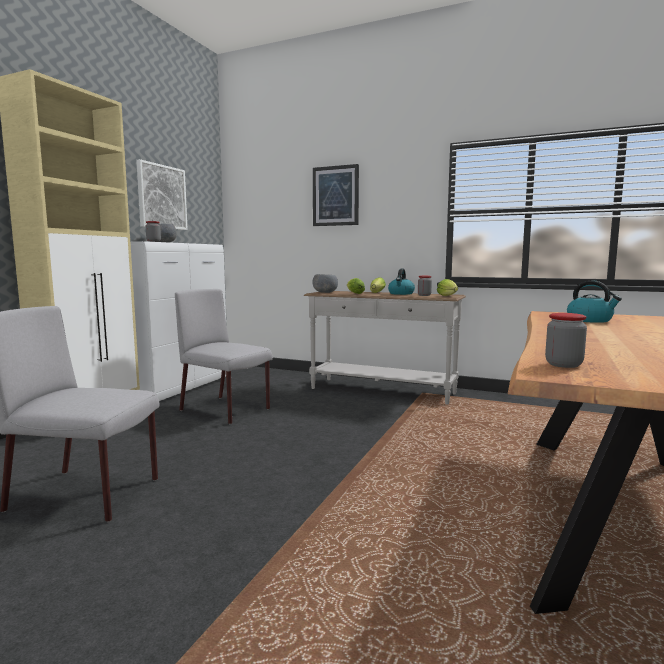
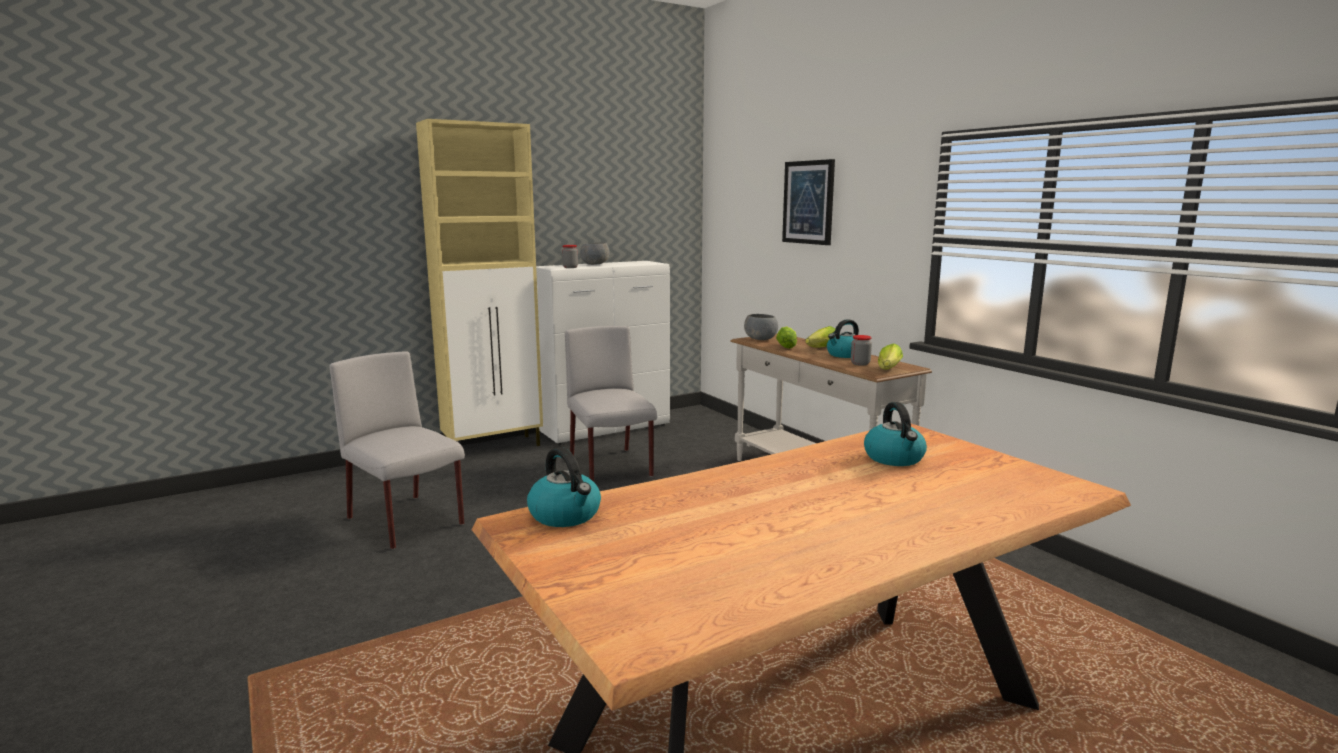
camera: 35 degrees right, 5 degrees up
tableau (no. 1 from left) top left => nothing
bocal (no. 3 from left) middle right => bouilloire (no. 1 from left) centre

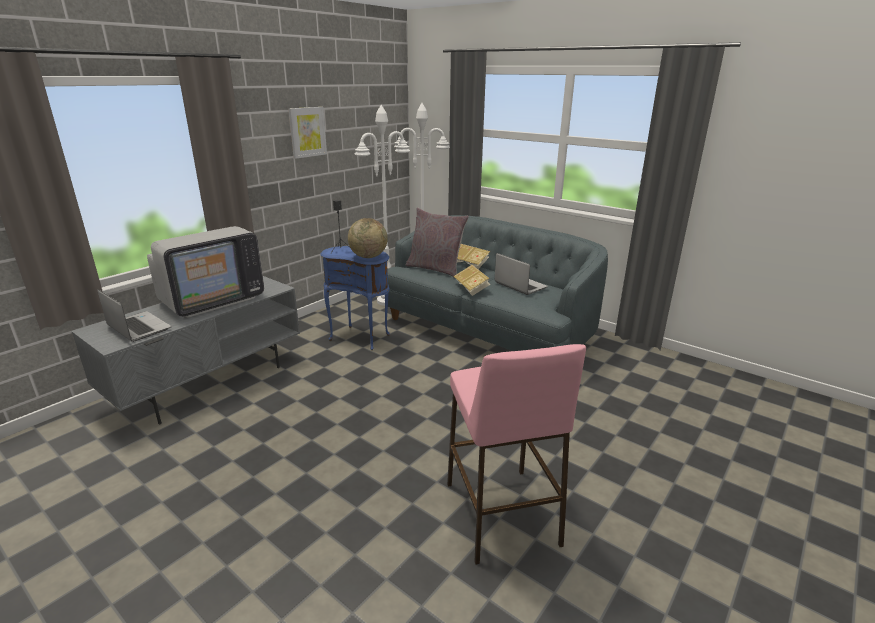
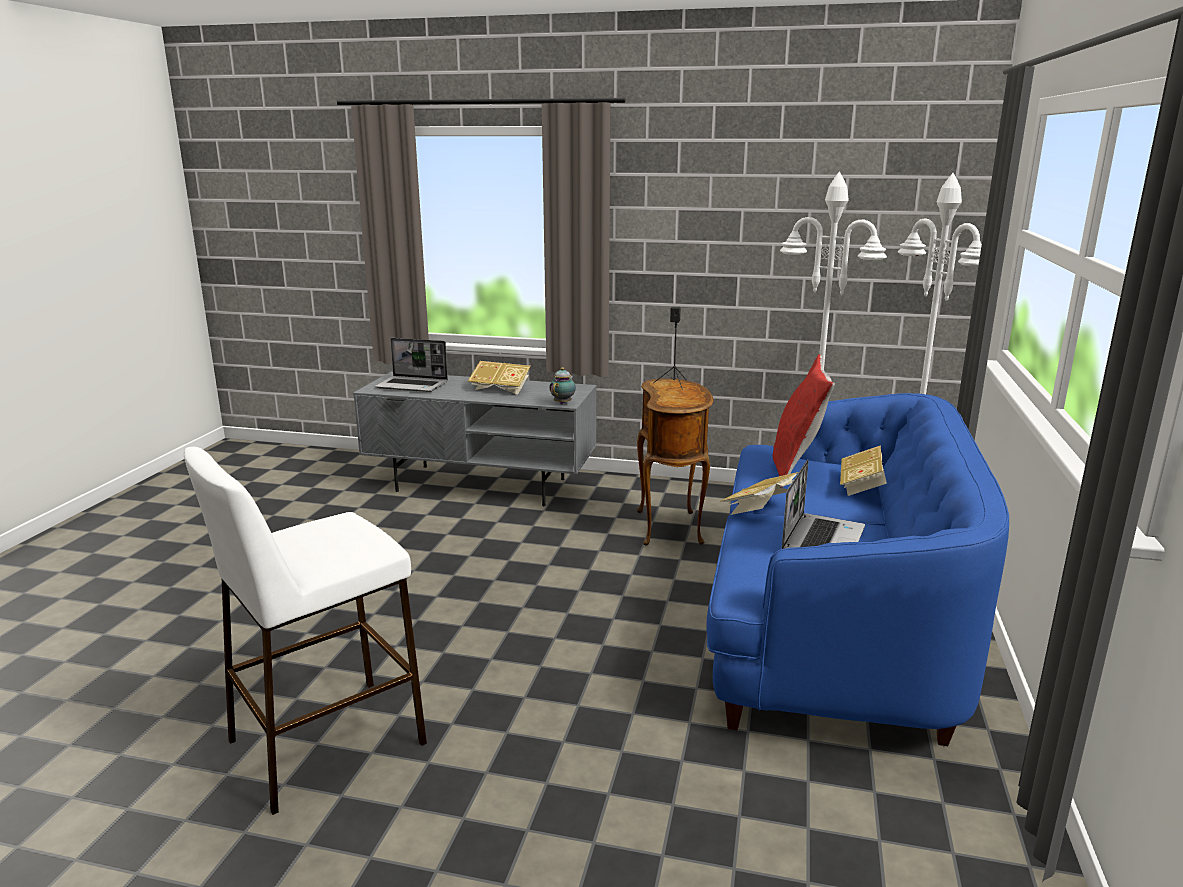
camera: 65 degrees right, 5 degrees down
tableau top centre => nothing
globe centre => nothing
nothing => théière centre
téléviseur middle left => livre (no. 1 from left) centre
table d'appoint/bleu centre => table d'appoint/marron centre
canapé/gris centre => canapé/bleu middle right
coussin/gris centre => coussin/rouge middle right
tabouret/rose bottom centre => tabouret/blanc bottom left
ordinateur portable (no. 1 from left) middle left => ordinateur portable (no. 1 from left) centre, 90 degrees clockwise

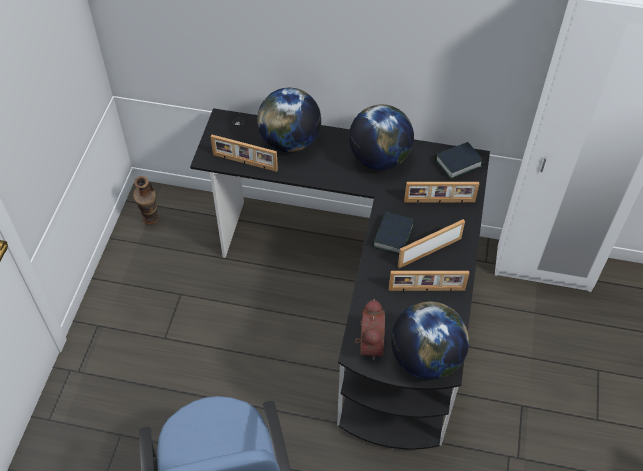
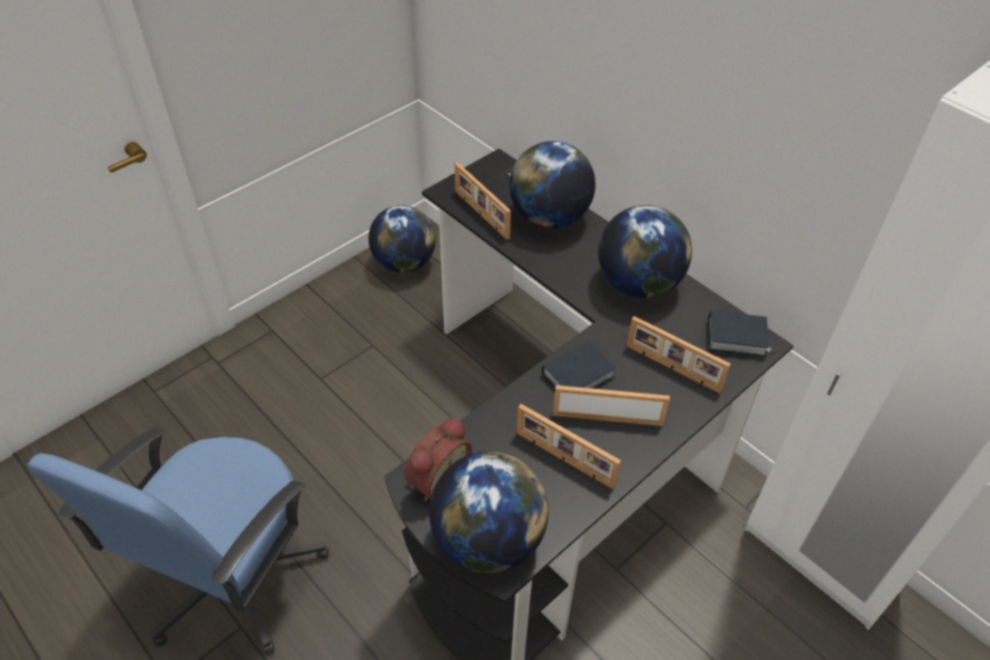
camera: 35 degrees right, 5 degrees down
vase middle left => globe (no. 1 from left) centre

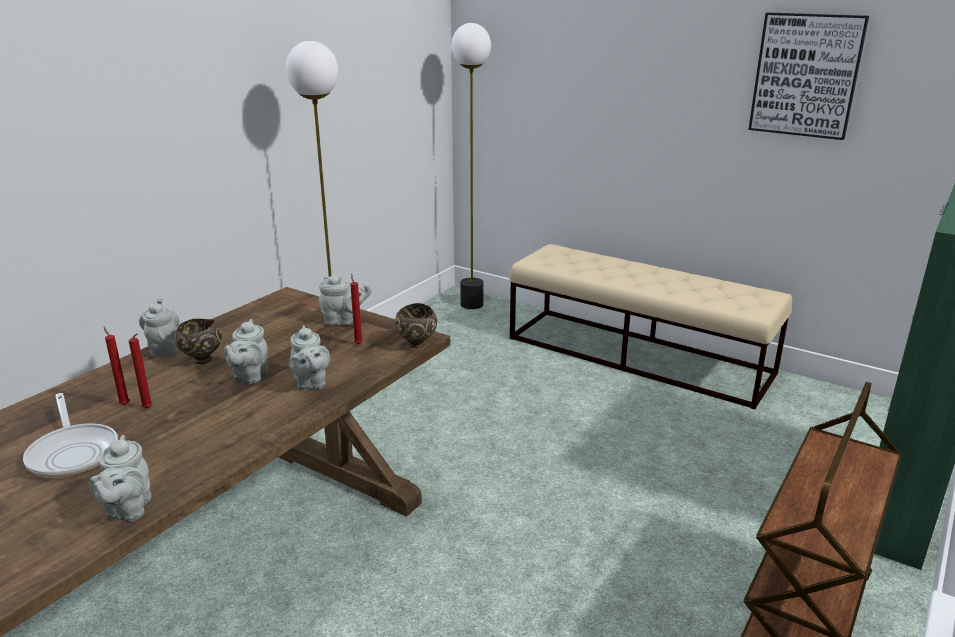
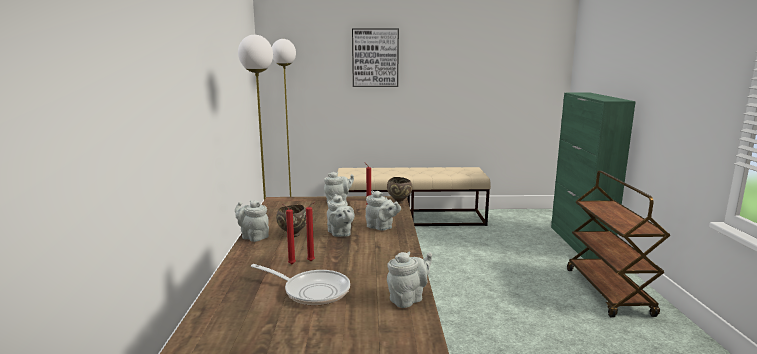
camera: 35 degrees left, 10 degrees down
tableau top right => tableau top centre, shifted
théière/gris (no. 1 from left in the first image) bottom left => théière/gris (no. 5 from left) bottom centre, 90 degrees counterclockwise

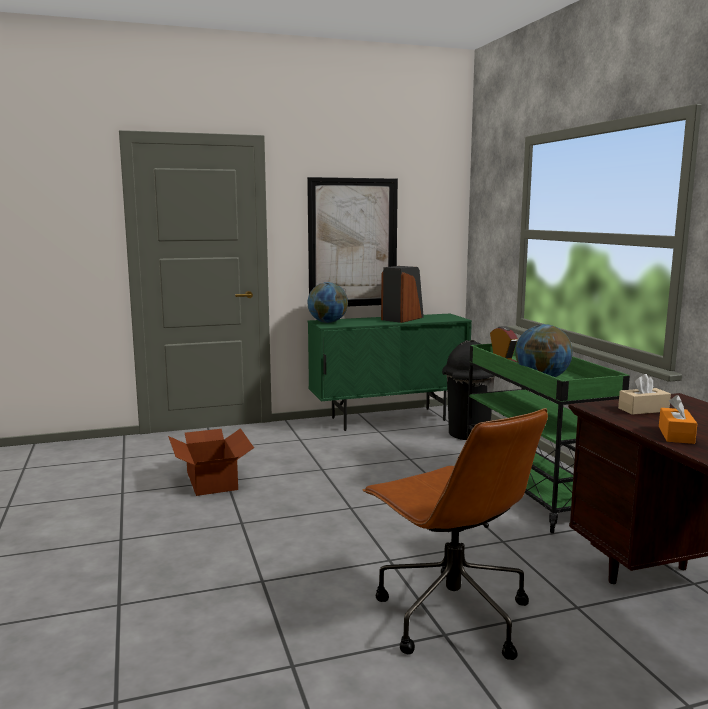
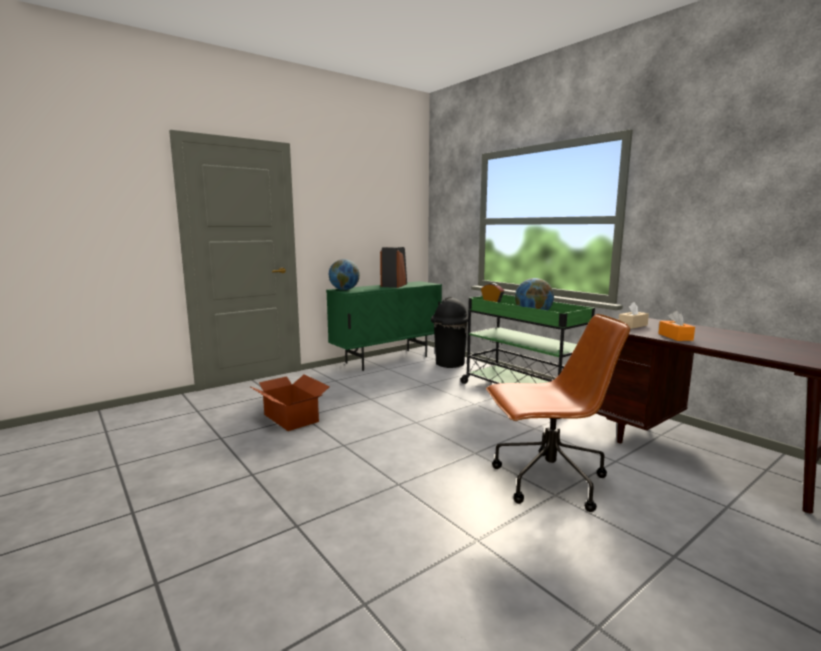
camera: 20 degrees left, 0 degrees up
tableau centre => nothing
chaise de bureau/marron bottom centre => chaise de bureau/marron middle right, 45 degrees counterclockwise

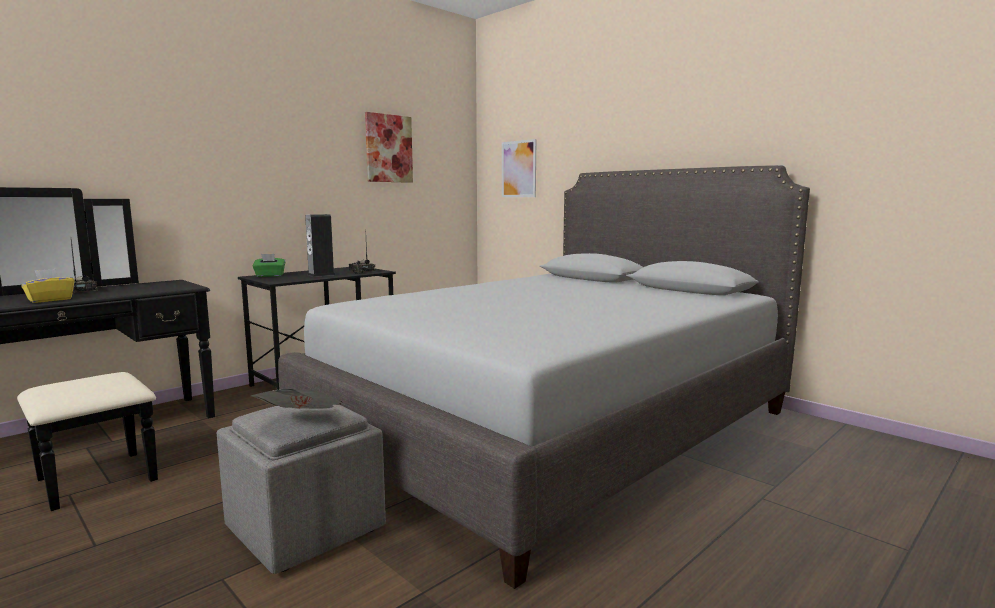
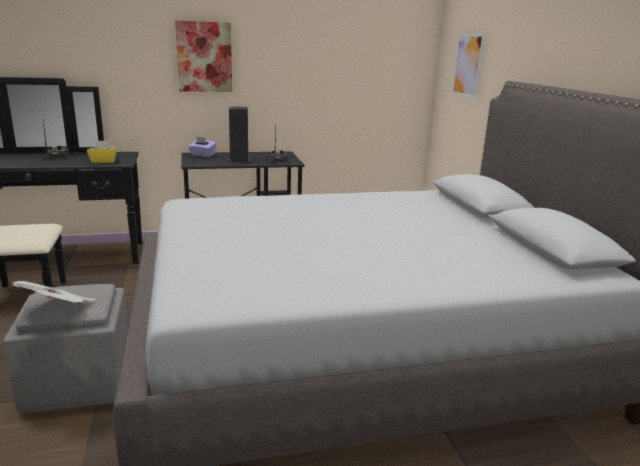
camera: 30 degrees right, 10 degrees up
boîte à mouchoirs/jaune middle left => boîte à mouchoirs/jaune top left, shifted
tableau (no. 1 from left) top centre => tableau (no. 1 from left) top left, shifted
boîte à mouchoirs/vert middle left => boîte à mouchoirs/violet top left

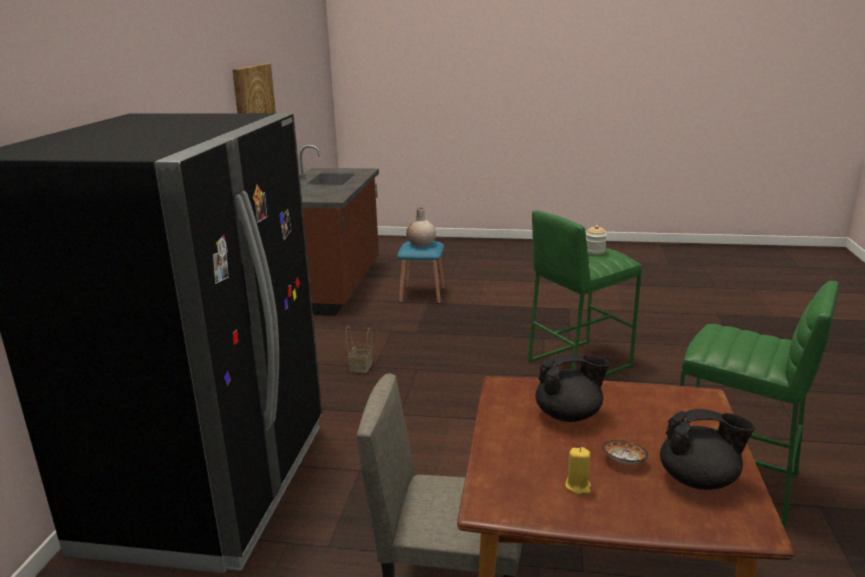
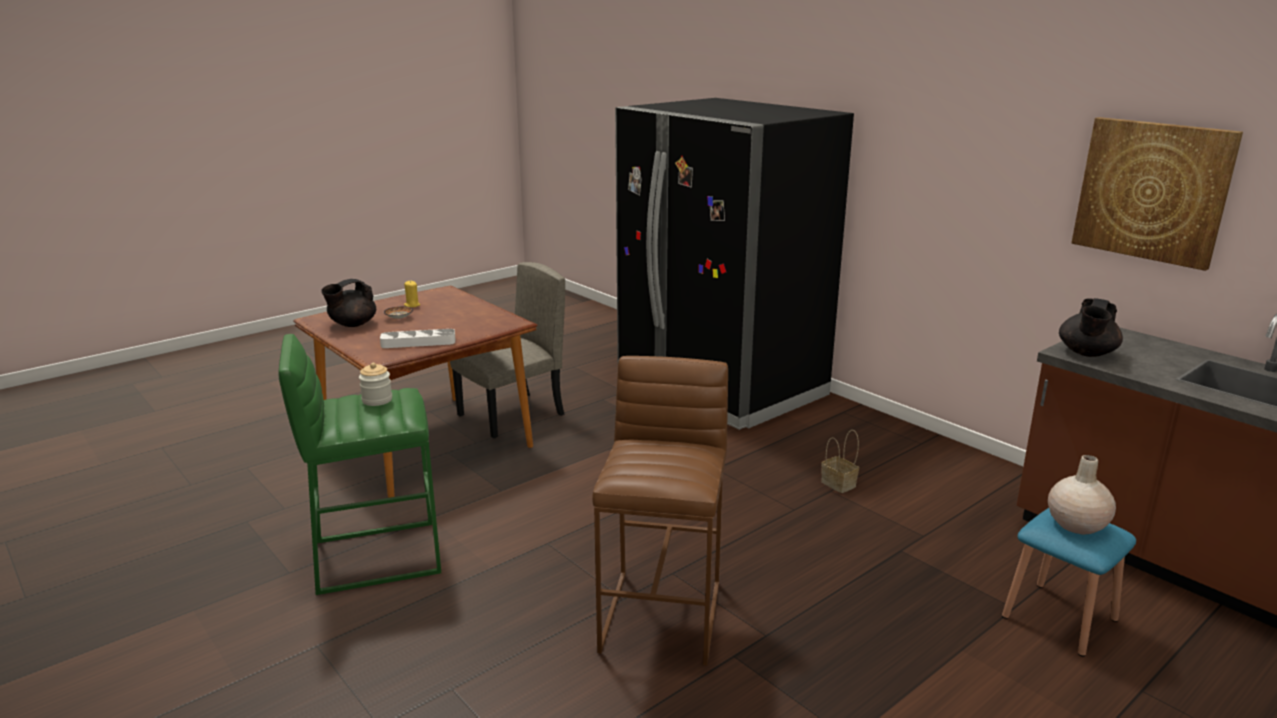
camera: 130 degrees right, 0 degrees up
nothing => plateau/blanc middle left
théière/noir (no. 1 from left in the first image) bottom centre => théière/noir (no. 2 from left) middle right, shifted
bocal middle right => bocal middle left, shifted
tabouret/vert (no. 1 from left) middle right => tabouret/marron bottom centre

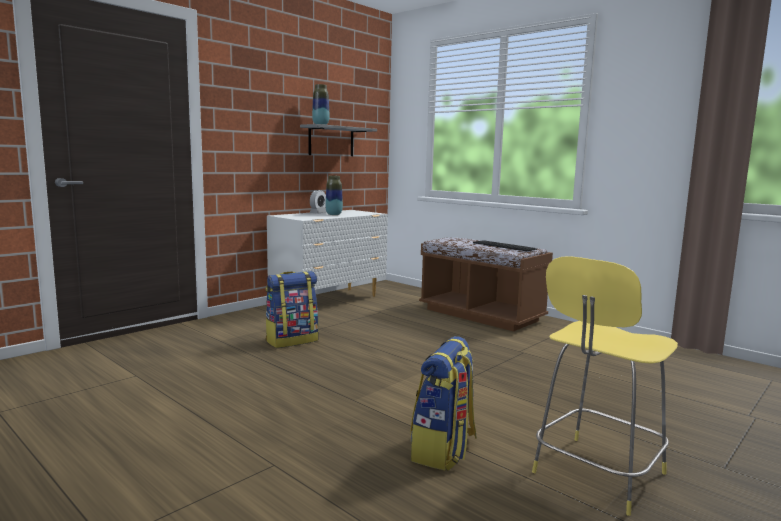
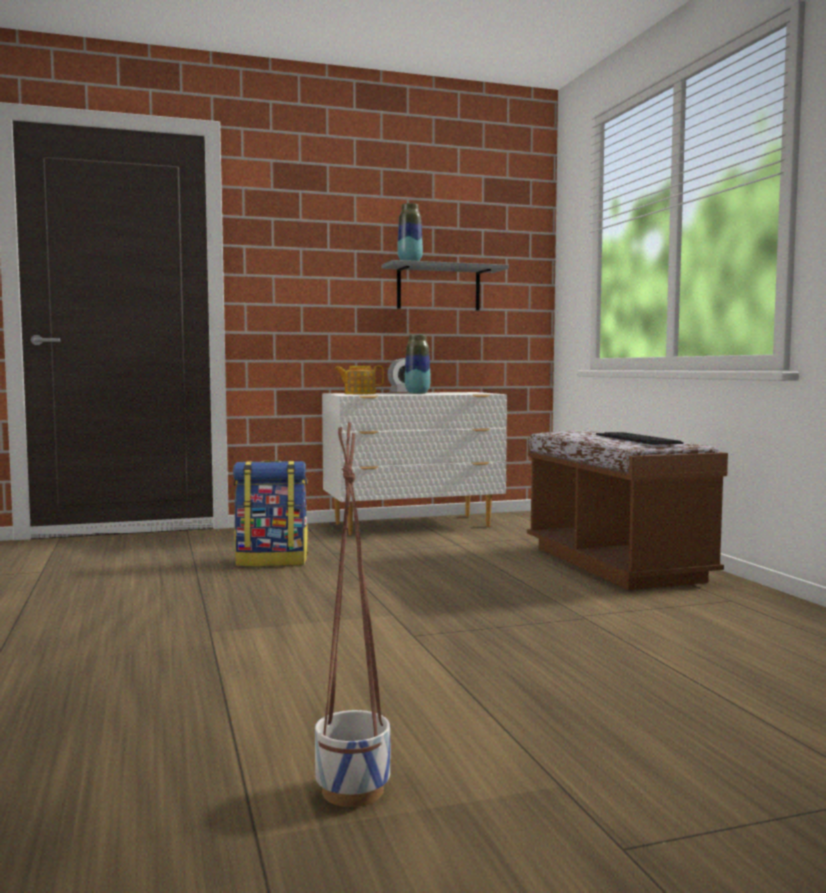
camera: 30 degrees right, 5 degrees down
sac à dos (no. 2 from left) bottom centre => nothing
nothing => théière centre
tabouret/jaune bottom right => cache-pot bottom centre

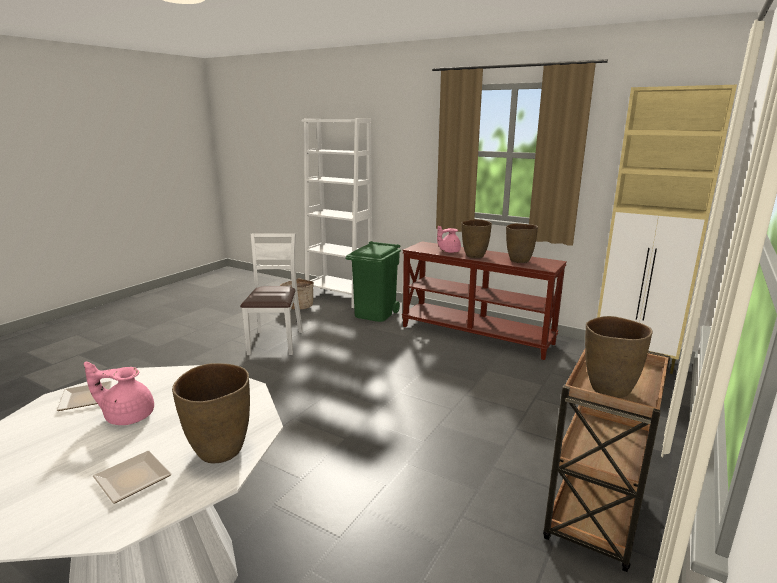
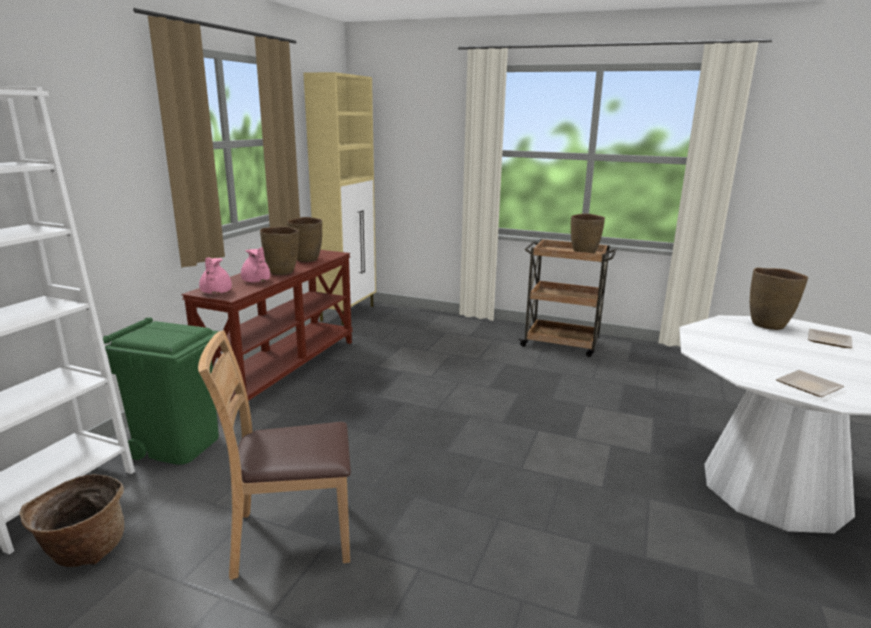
camera: 100 degrees left, 0 degrees up
théière/rose (no. 1 from left) bottom left => théière/rose (no. 1 from left) middle left, shifted
chaise/blanc centre => chaise/marron bottom left

